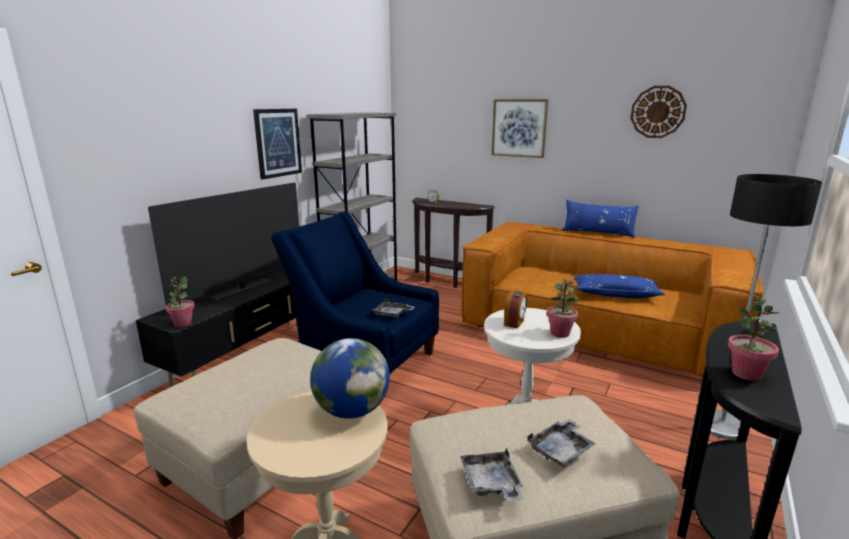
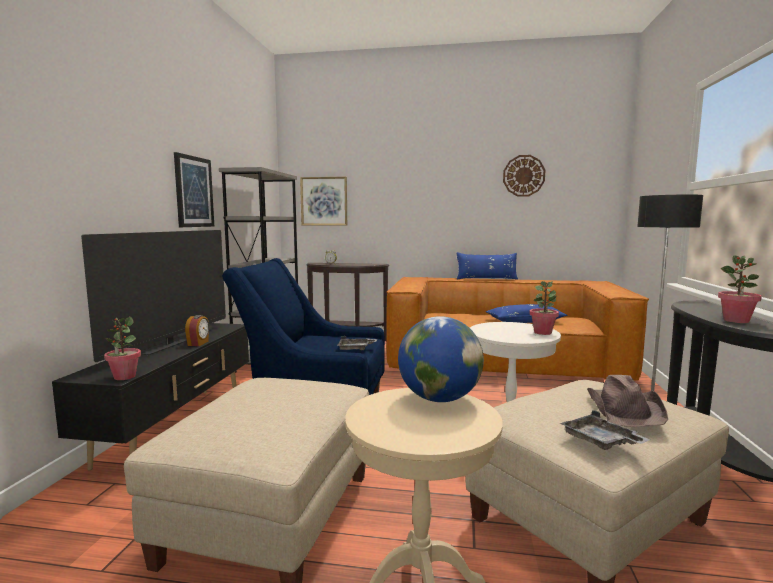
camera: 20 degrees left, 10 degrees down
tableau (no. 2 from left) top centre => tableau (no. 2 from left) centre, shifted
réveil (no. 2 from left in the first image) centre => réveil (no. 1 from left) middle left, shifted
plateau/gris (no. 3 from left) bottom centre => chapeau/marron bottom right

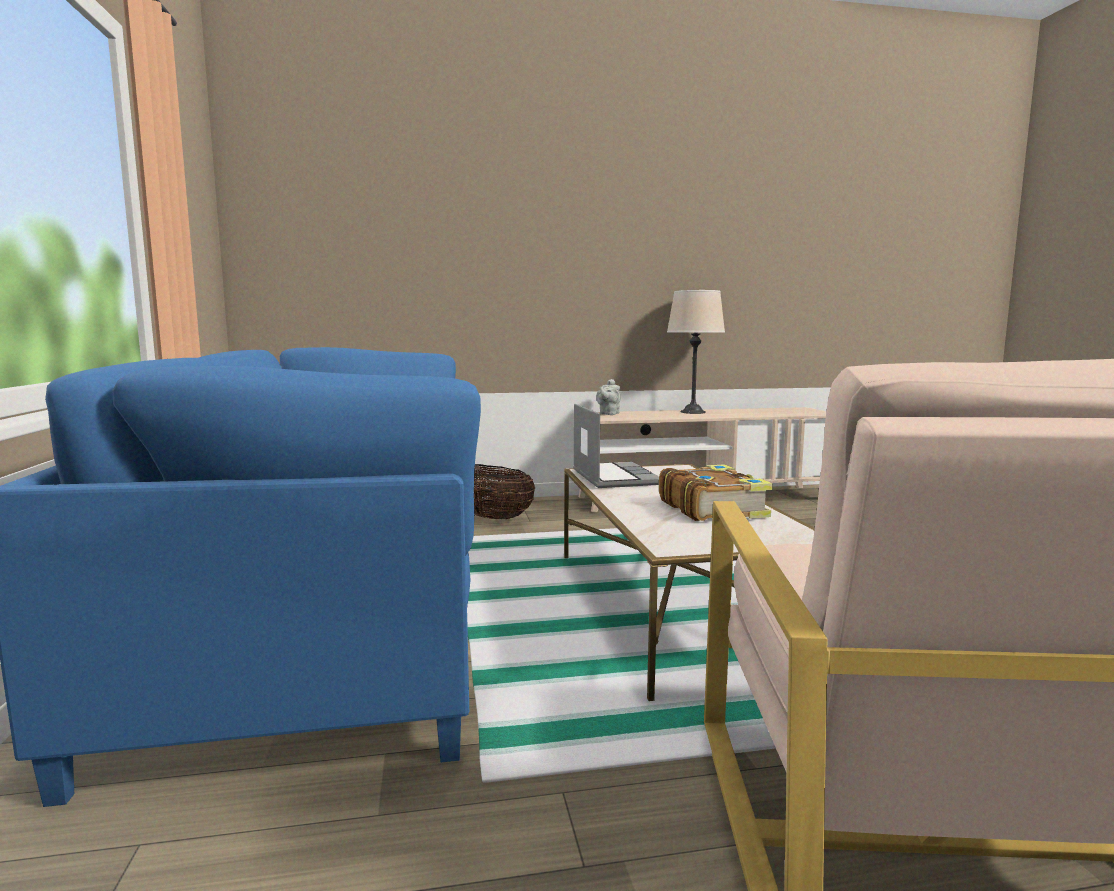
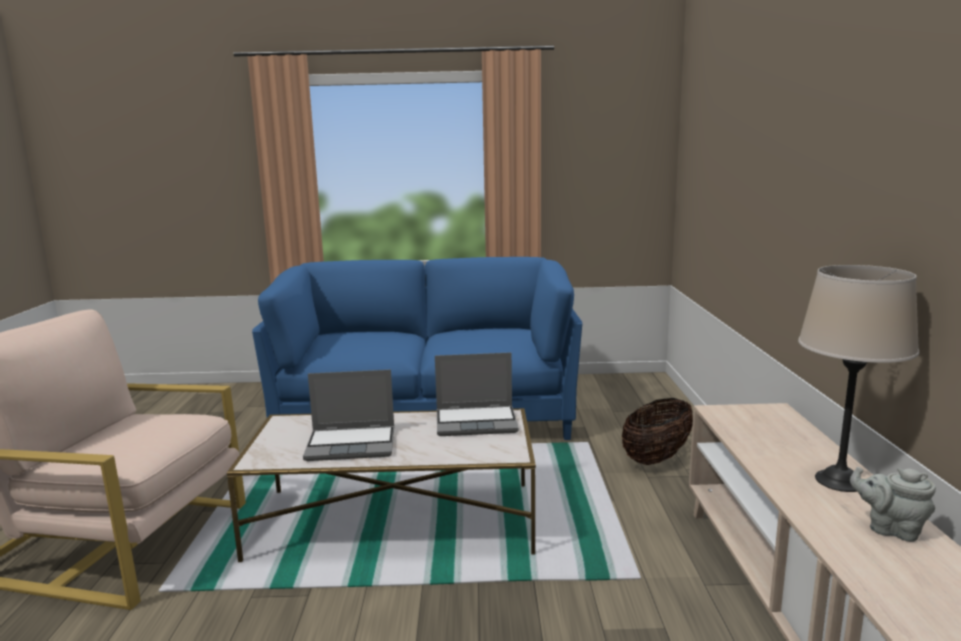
camera: 100 degrees right, 5 degrees up
théière/gris centre => théière/gris bottom right, shifted
livre centre => ordinateur portable (no. 1 from left) centre

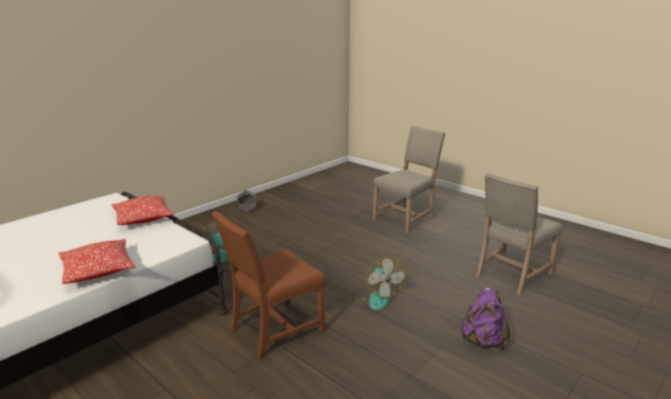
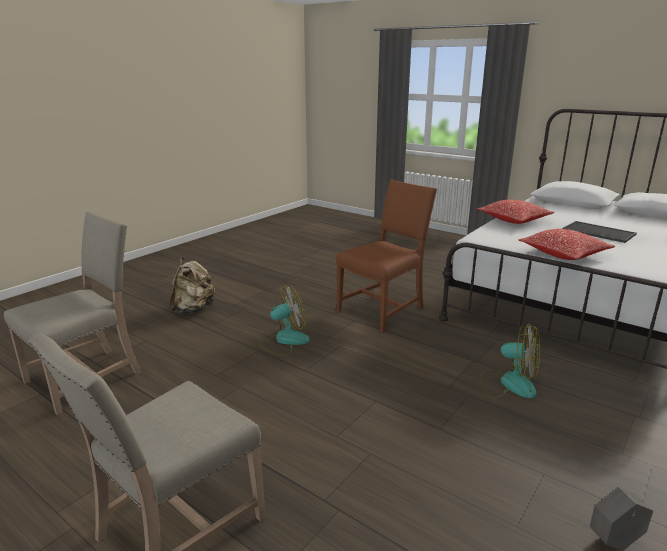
camera: 175 degrees right, 0 degrees up
nothing => plateau middle right
sac à dos/violet bottom right => sac à dos/beige middle left
ventilateur (no. 2 from left in the first image) bottom centre => ventilateur (no. 1 from left) centre, 90 degrees clockwise

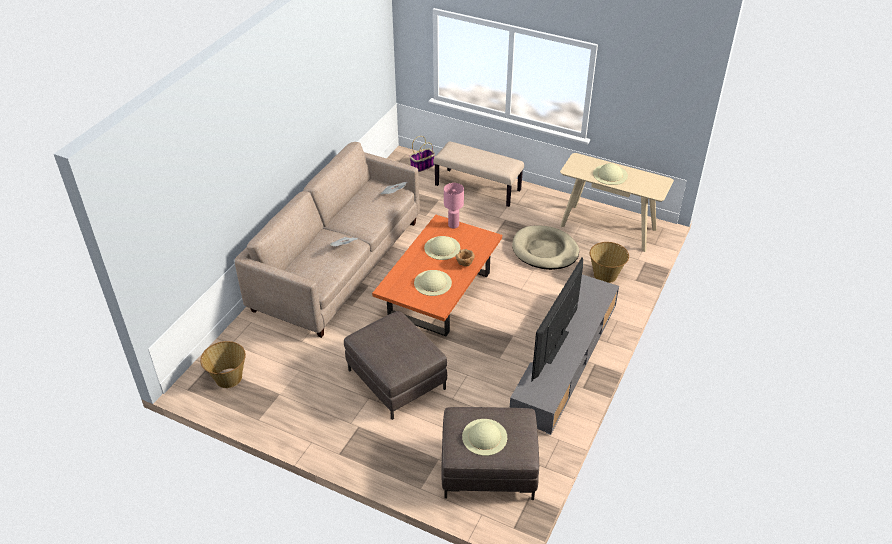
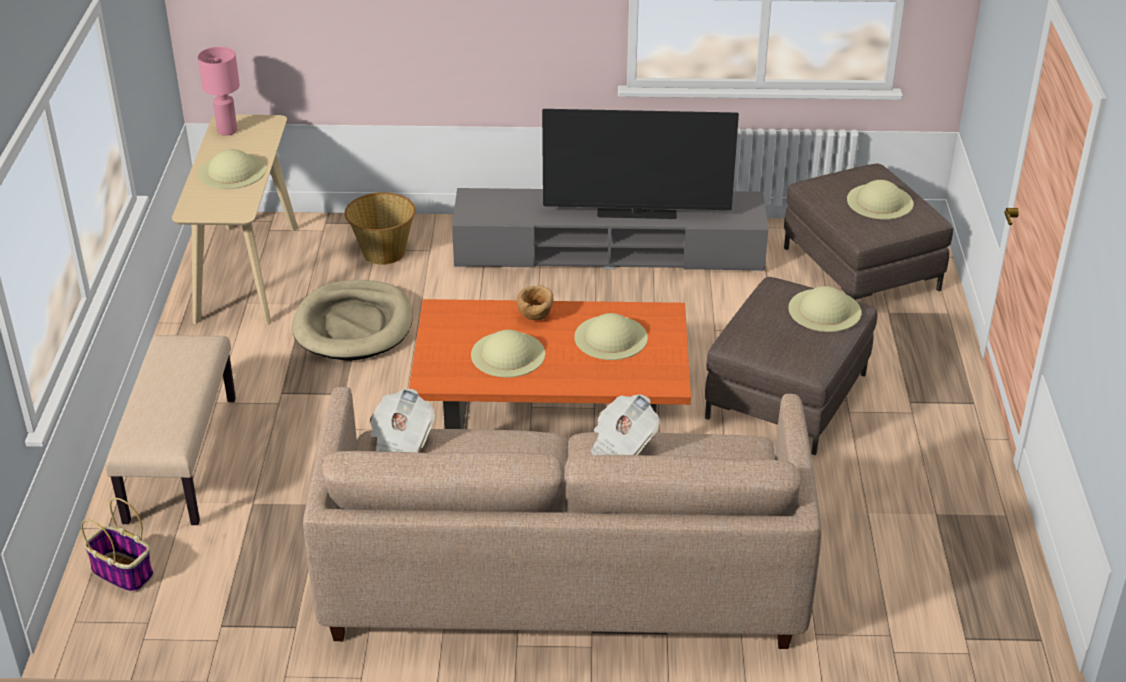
camera: 115 degrees left, 5 degrees down
panier (no. 1 from left) bottom left => nothing
nothing => chapeau/beige (no. 4 from left) middle right
lampe de table/rose centre => lampe de table/rose top left, shifted

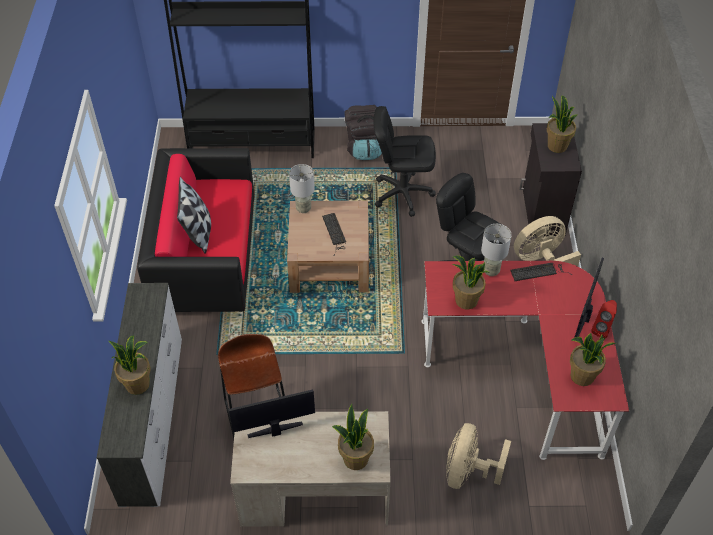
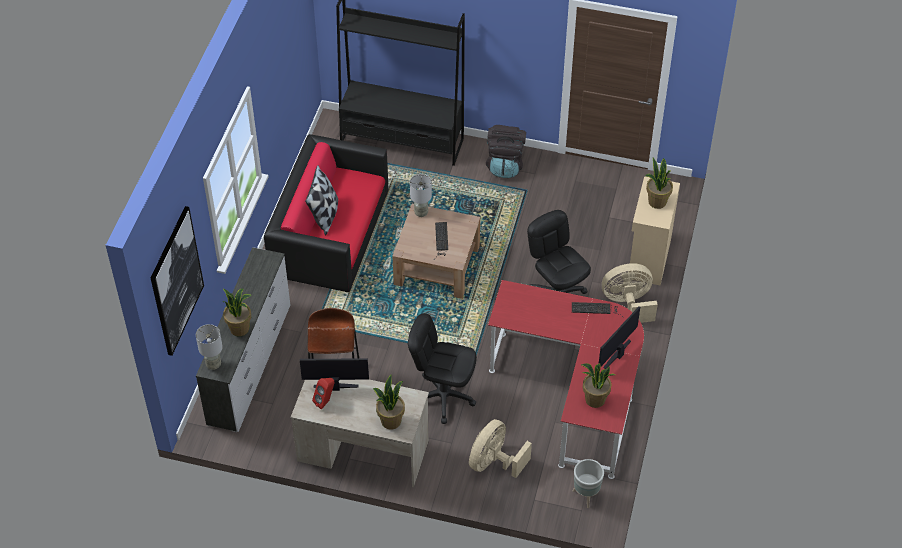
camera: 15 degrees right, 0 degrees up
plante en pot (no. 3 from left) centre => nothing
nothing => tableau middle left
nothing => cache-pot/gris bottom centre
chaise de bureau/noir (no. 1 from left) top centre => chaise de bureau/noir (no. 1 from left) bottom centre, shifted
lampe de table/gris (no. 2 from left in the first image) middle right => lampe de table/gris (no. 1 from left) middle left, shifted
enceinte/rouge middle right => enceinte/rouge bottom centre, shifted
meuble de rangement/noir middle right => meuble de rangement/beige middle right

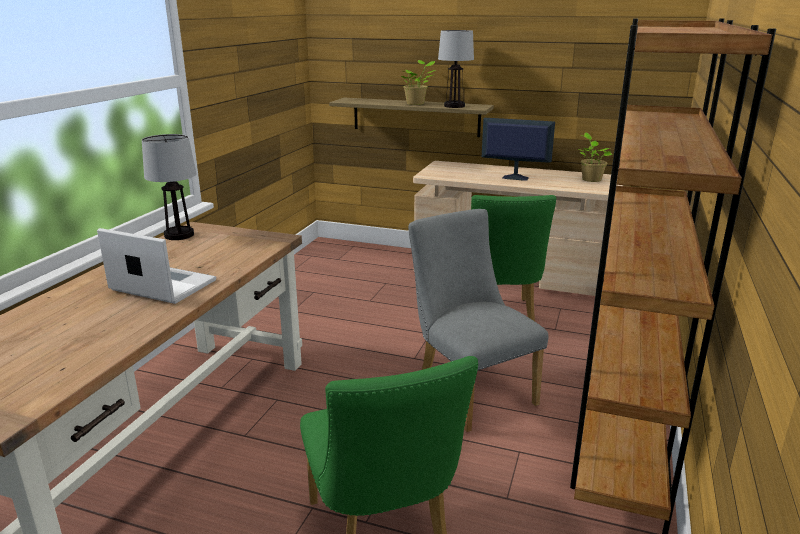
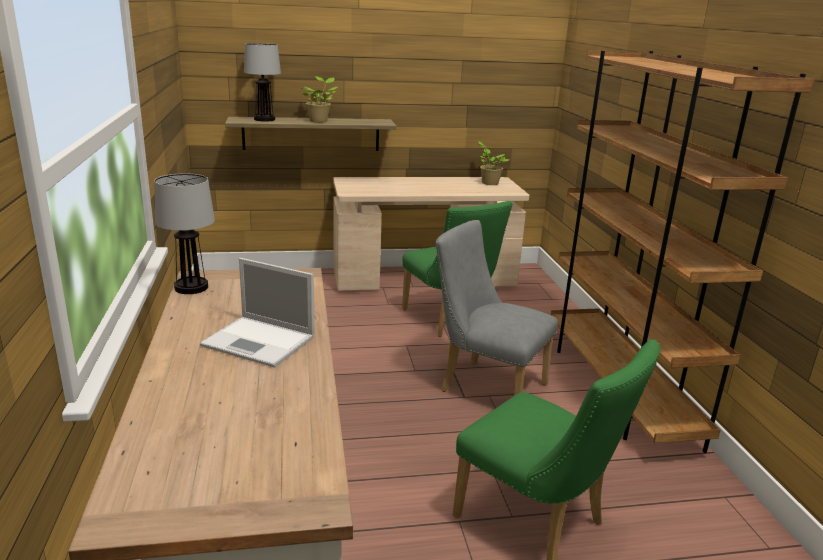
camera: 30 degrees left, 0 degrees up
écran d'ordinateur top centre => nothing
lampe de table (no. 2 from left) top centre => lampe de table (no. 2 from left) top left, shifted
ordinateur portable middle left, 150 degrees counterclockwise

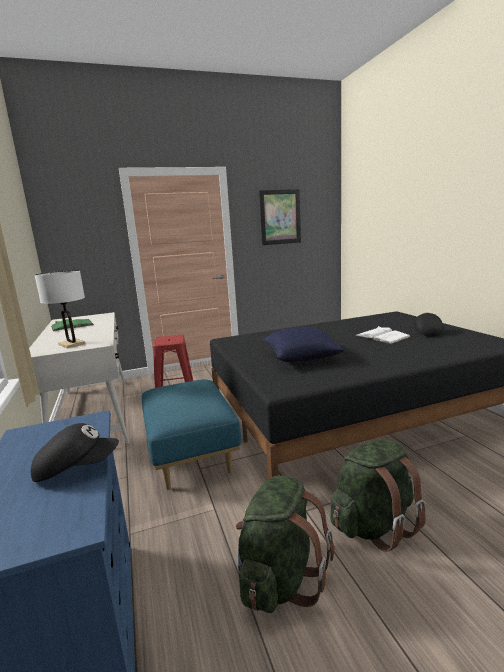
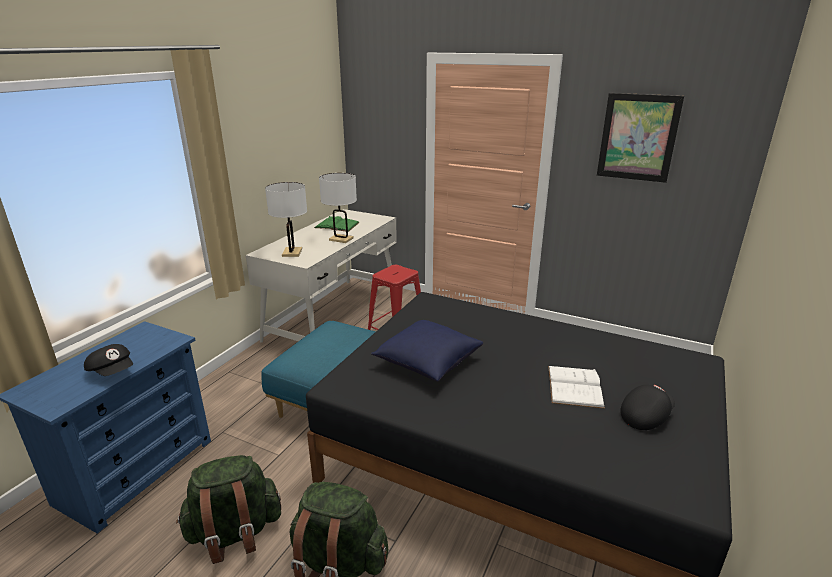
camera: 45 degrees right, 10 degrees up
nothing => lampe de table/blanc (no. 2 from left) centre

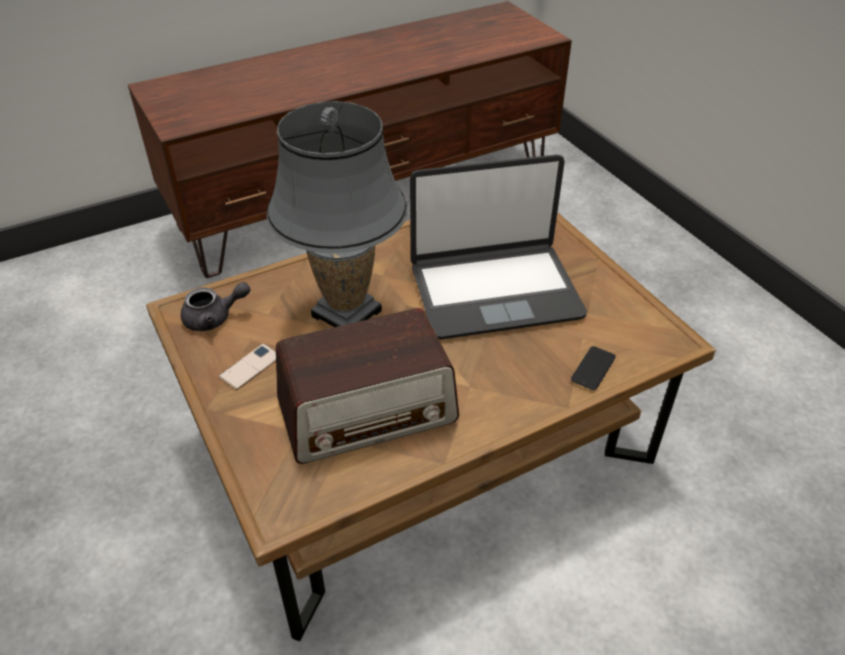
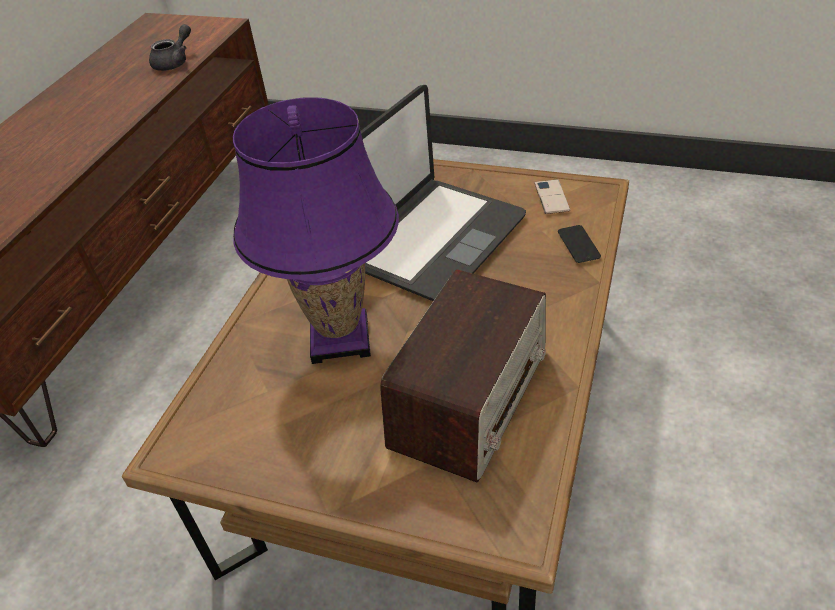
camera: 40 degrees left, 0 degrees up
théière/gris middle left => théière/gris top left, shifted
téléphone (no. 1 from left) middle left => téléphone (no. 1 from left) top centre, shifted
lampe de table/gris top centre => lampe de table/violet centre

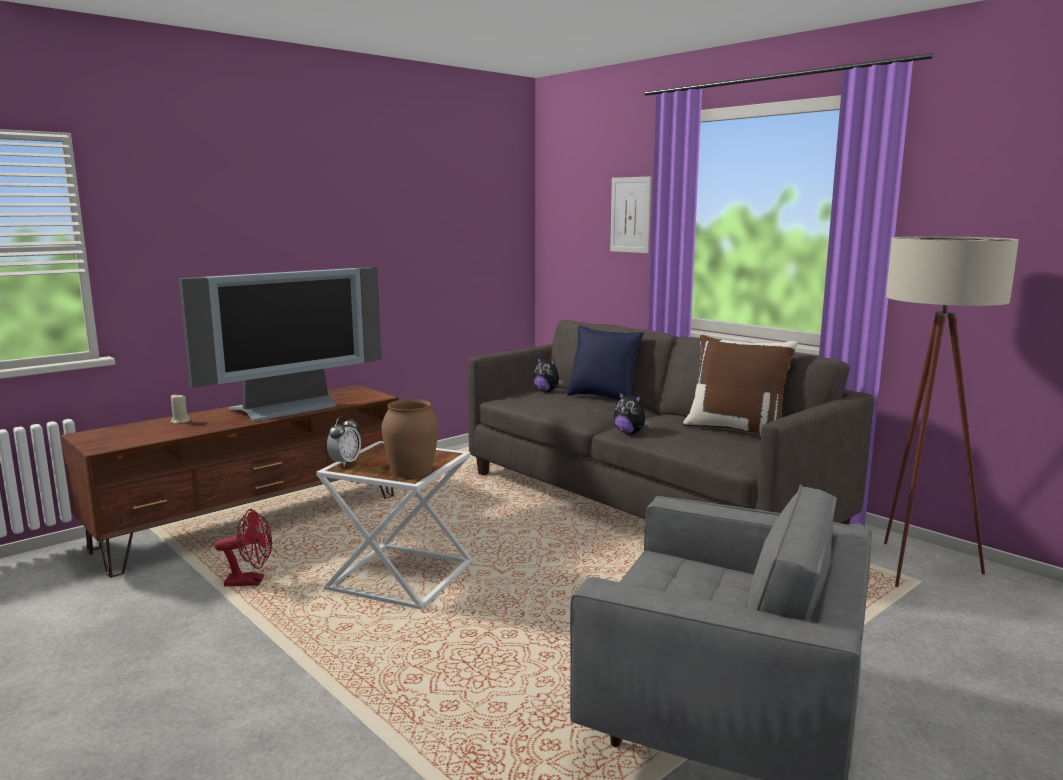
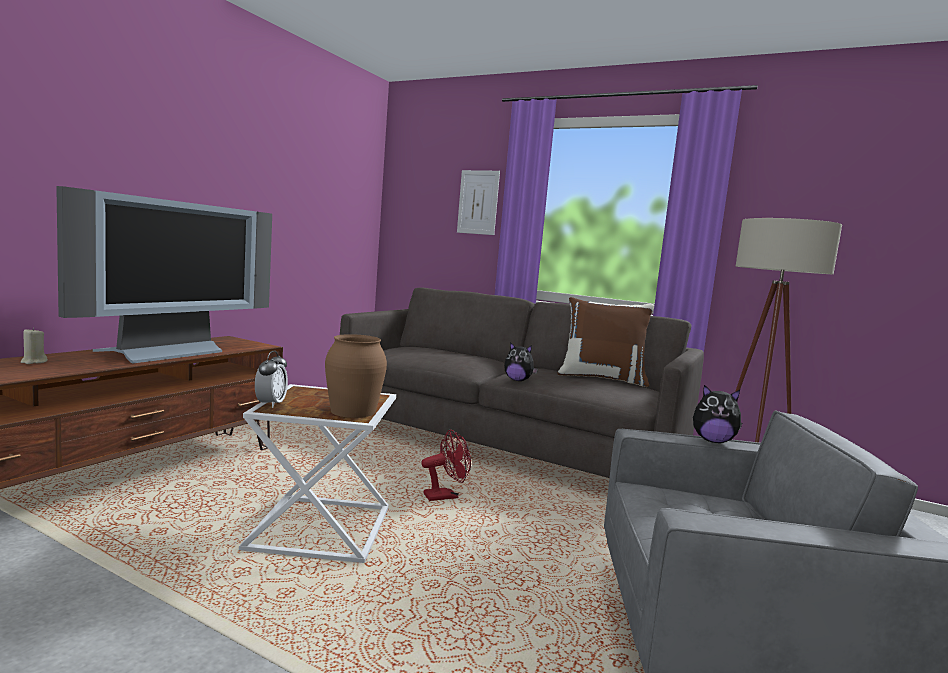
camera: 20 degrees left, 5 degrees down
coussin/bleu centre => nothing
ventilateur/rouge bottom left => ventilateur/rouge bottom centre, shifted
peluche (no. 1 from left in the first image) centre => peluche (no. 2 from left) middle right, shifted

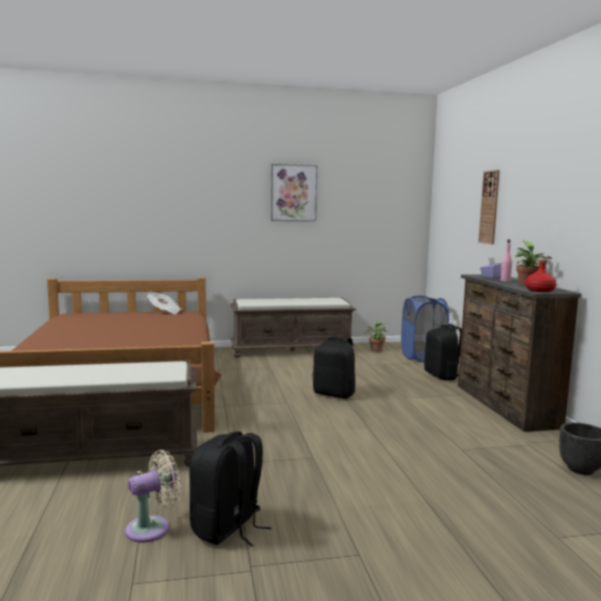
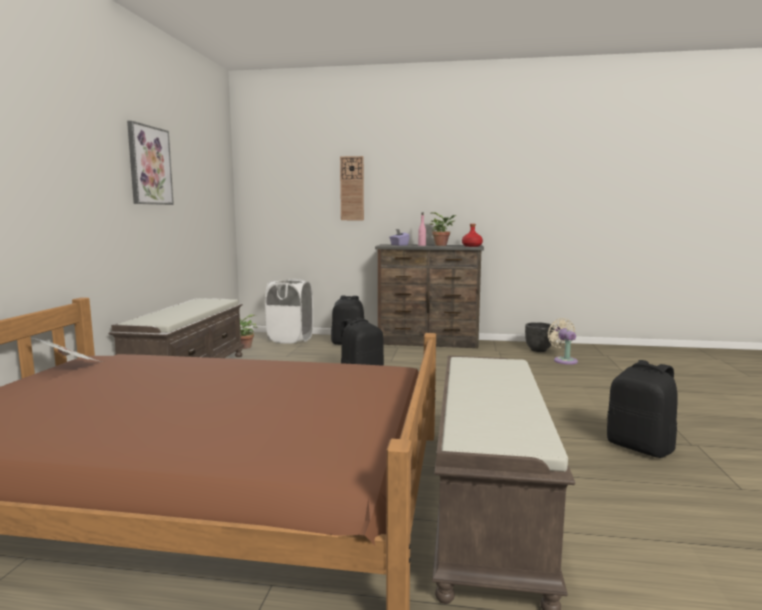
camera: 70 degrees left, 0 degrees up
ventilateur/beige bottom left => ventilateur/beige middle right, shifted
panier à linge/bleu middle right => panier à linge/blanc centre

